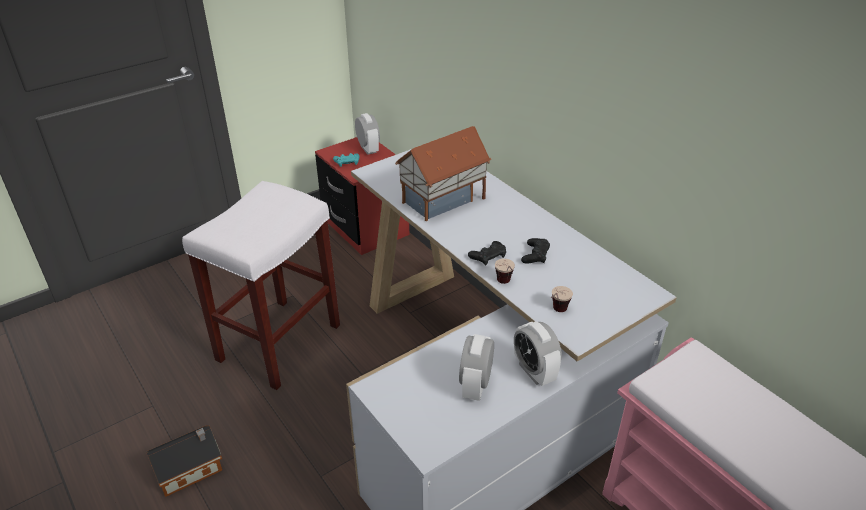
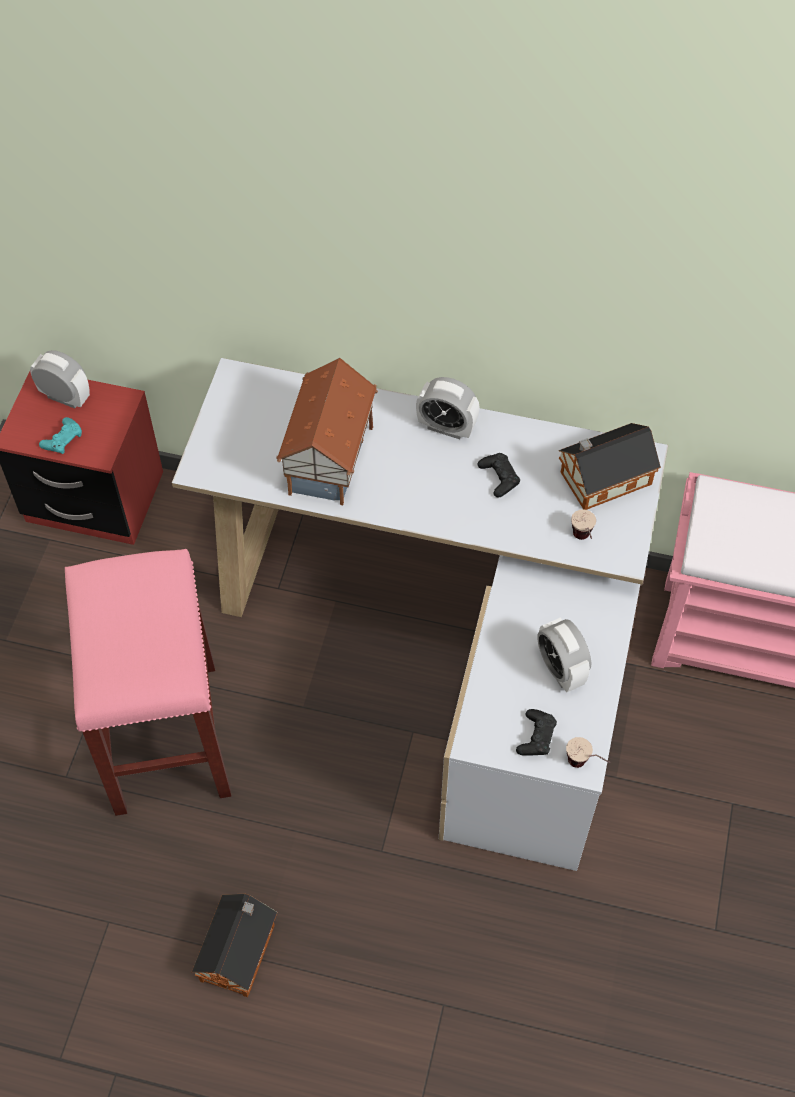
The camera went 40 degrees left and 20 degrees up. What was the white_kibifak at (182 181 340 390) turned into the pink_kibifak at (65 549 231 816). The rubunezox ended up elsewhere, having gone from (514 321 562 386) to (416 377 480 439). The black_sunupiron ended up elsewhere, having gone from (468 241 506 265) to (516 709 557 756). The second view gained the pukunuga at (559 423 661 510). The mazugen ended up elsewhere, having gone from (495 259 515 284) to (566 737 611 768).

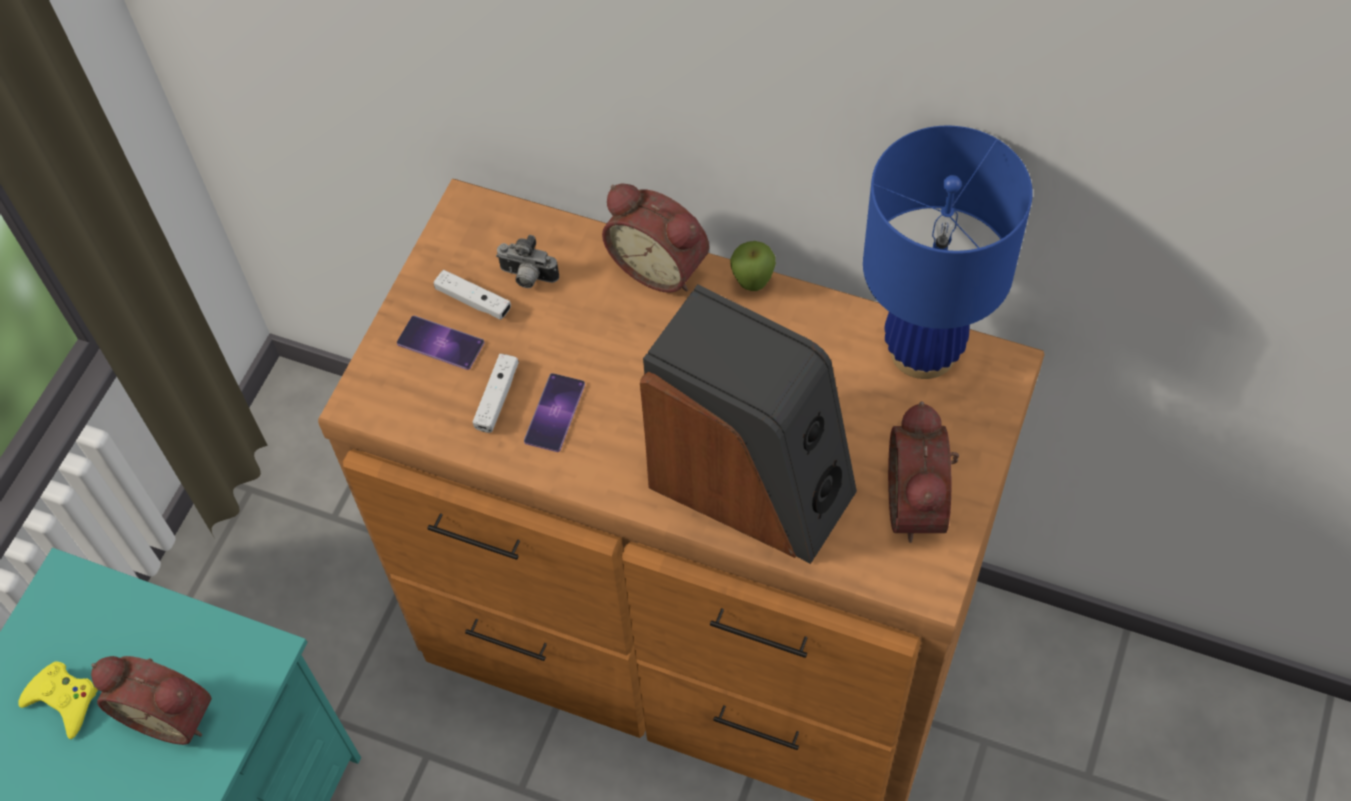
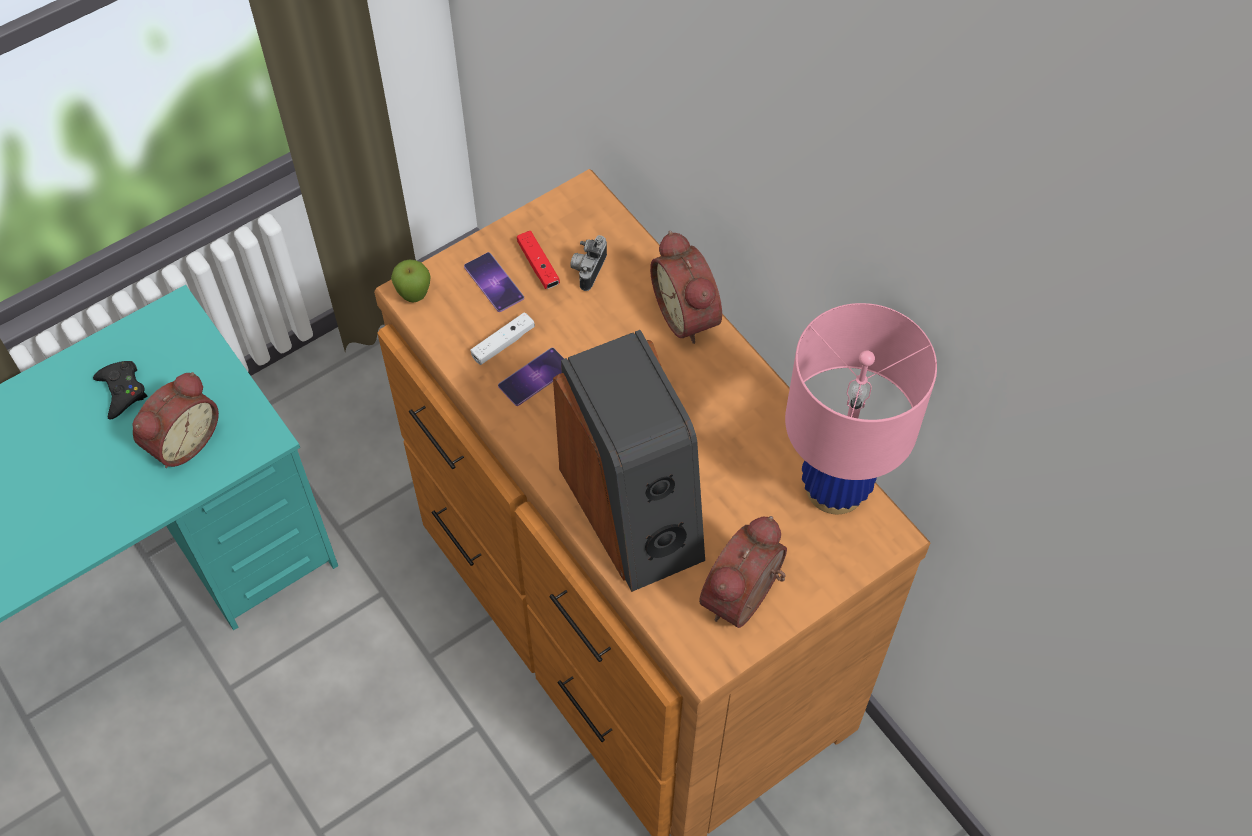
The camera went 30 degrees right and 0 degrees up. What was the yellow_sunupiron at (19 662 98 739) turned into the black_sunupiron at (93 361 147 420). The rubunezox at (91 656 212 745) ended up facing another way, 105 degrees counterclockwise from before. The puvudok ended up elsewhere, having gone from (730 241 776 291) to (391 260 431 303). What was the white_sunupiron at (434 270 511 320) turned into the red_sunupiron at (517 231 560 289). The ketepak at (496 235 559 288) ended up facing another way, 60 degrees clockwise from before. What was the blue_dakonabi at (863 126 1033 379) turned into the pink_dakonabi at (785 303 937 514).

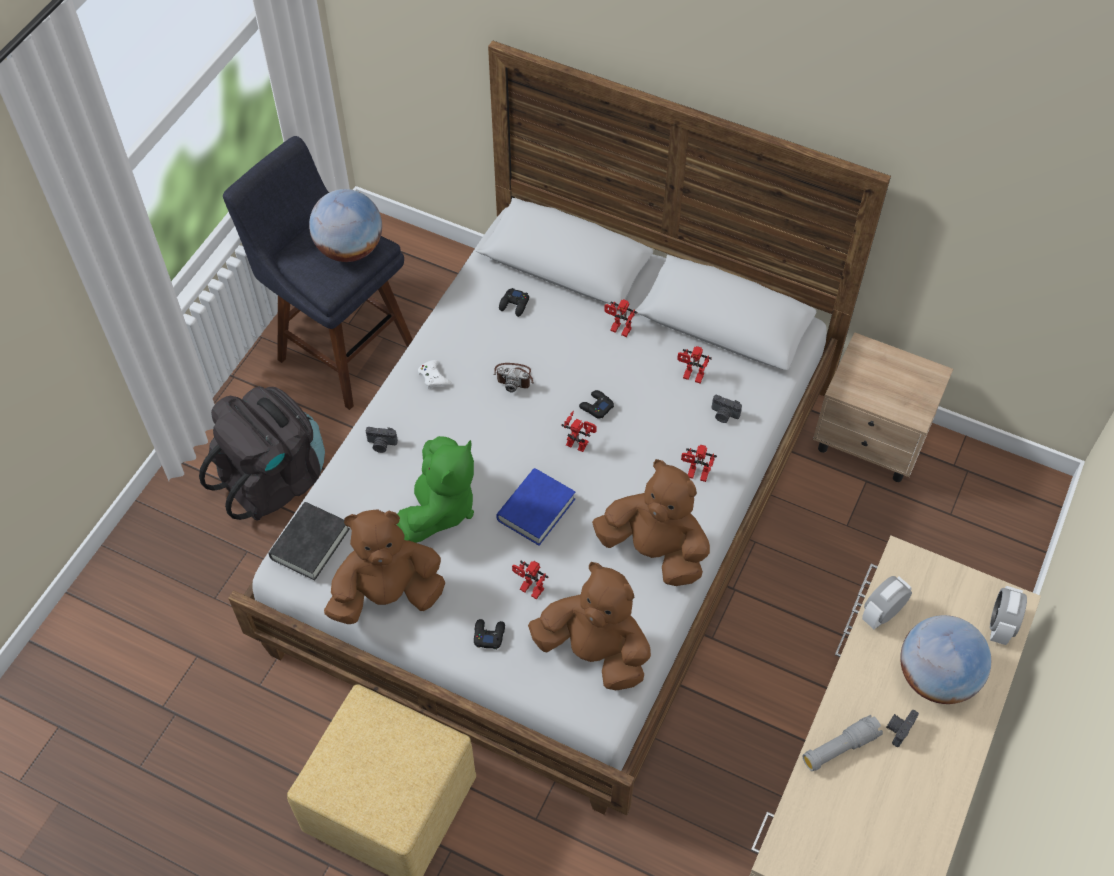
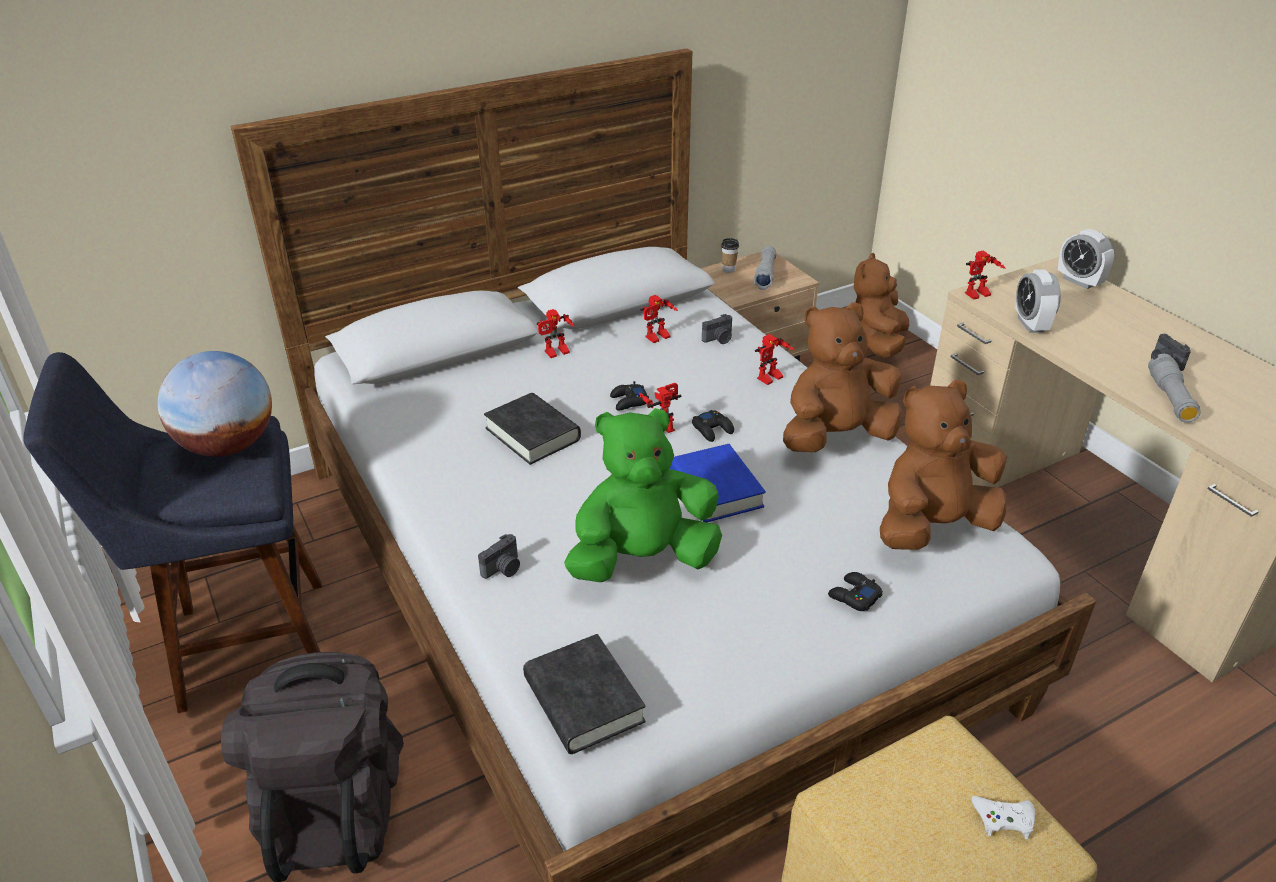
The camera went 55 degrees left and 20 degrees down. Where the ketepak stood at (494 363 534 392), the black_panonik came to stand at (484 393 581 465). The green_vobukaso at (397 436 474 543) ended up facing another way, 75 degrees counterclockwise from before. The black_sunupiron ended up elsewhere, having gone from (499 288 529 317) to (692 410 734 442). The second view gained the mazugen at (721 238 739 273). The second view gained the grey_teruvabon at (754 246 776 290). The brown_vobukaso ended up elsewhere, having gone from (324 509 445 624) to (854 253 910 358). The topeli ended up elsewhere, having gone from (512 561 549 600) to (965 251 1006 300). The white_sunupiron ended up elsewhere, having gone from (418 360 452 389) to (971 796 1035 839). The second view lost the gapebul at (900 615 991 704).

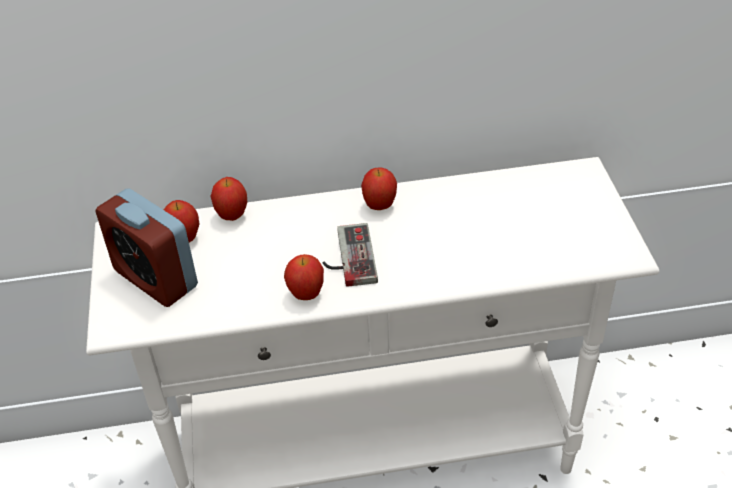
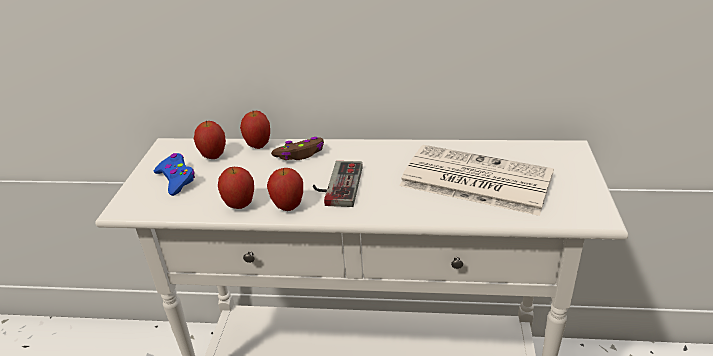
The camera went 15 degrees right and 10 degrees down. Where the rubunezox stood at (95 189 198 307), the blue_sunupiron came to stand at (154 153 195 196). The puvudok ended up elsewhere, having gone from (361 168 397 210) to (218 167 254 209). The second view gained the brown_sunupiron at (271 137 324 160). The second view gained the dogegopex at (399 145 554 216).

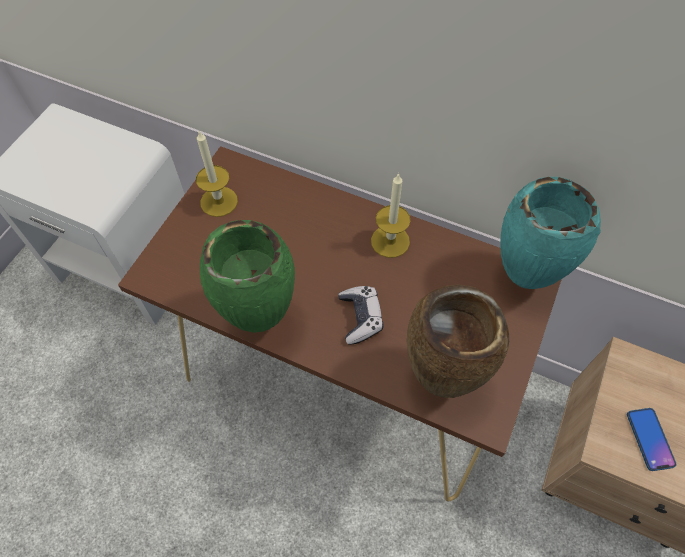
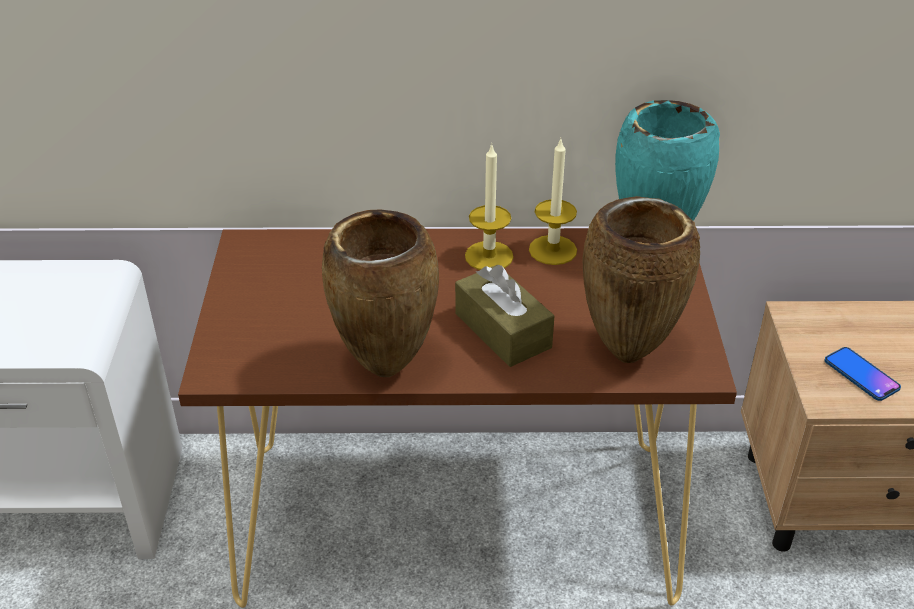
The camera went 25 degrees left and 20 degrees down. What was the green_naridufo at (200 220 295 333) turned into the brown_naridufo at (322 209 439 377). Where the sunupiron stood at (338 286 384 345), the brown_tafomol came to stand at (455 265 555 367). The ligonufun ended up elsewhere, having gone from (196 131 238 217) to (529 139 577 265).

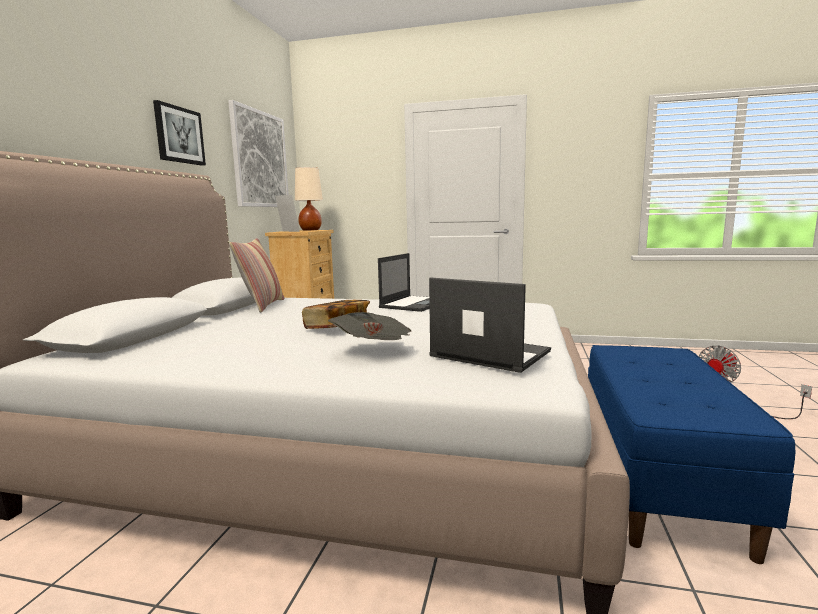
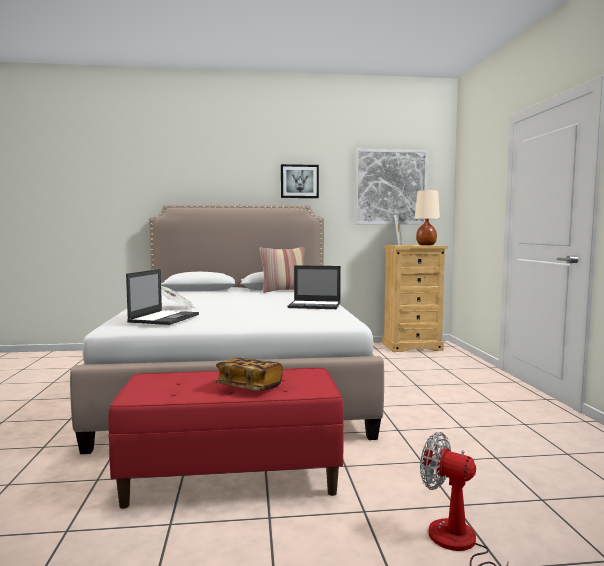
The camera went 70 degrees right and 5 degrees down. What was the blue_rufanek at (588 345 795 564) turned into the red_rufanek at (108 368 344 509). The panonik ended up elsewhere, having gone from (302 300 370 329) to (215 358 283 391).

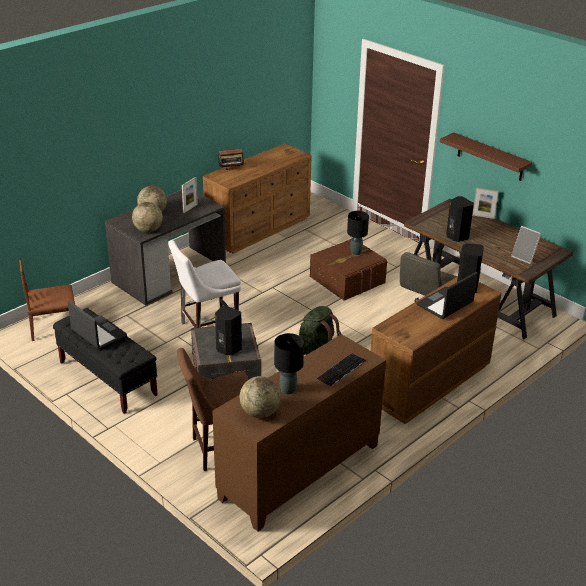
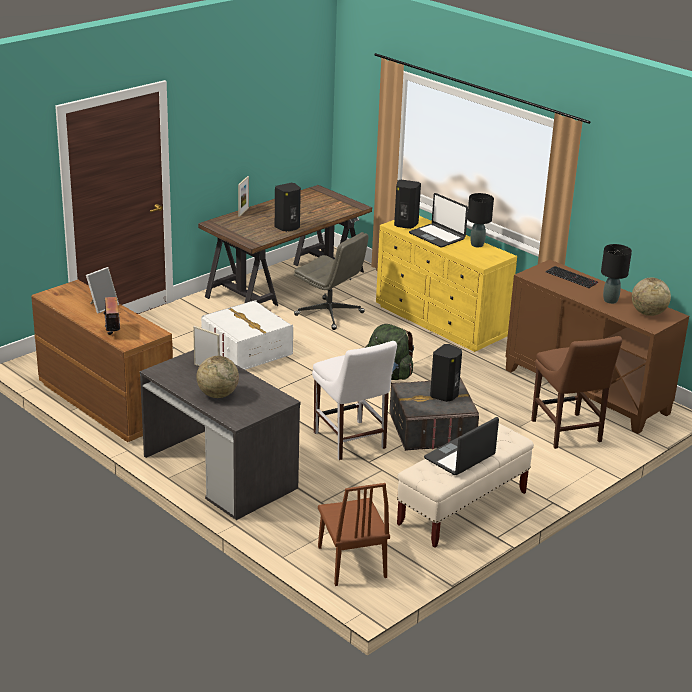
The camera went 90 degrees left and 5 degrees down. The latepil ended up elsewhere, having gone from (511 226 542 264) to (86 267 119 313). What was the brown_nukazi at (310 238 387 301) turned into the white_nukazi at (201 300 293 370). What was the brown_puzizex at (371 276 501 424) turned into the yellow_puzizex at (376 216 517 352). What was the black_rufanek at (53 308 158 414) turned into the beige_rufanek at (397 424 534 548). The black_dakonabi ended up elsewhere, having gone from (347 211 369 256) to (467 193 494 247). The second view lost the gapebul at (132 202 163 232). The second view lost the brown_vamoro at (440 132 532 181).

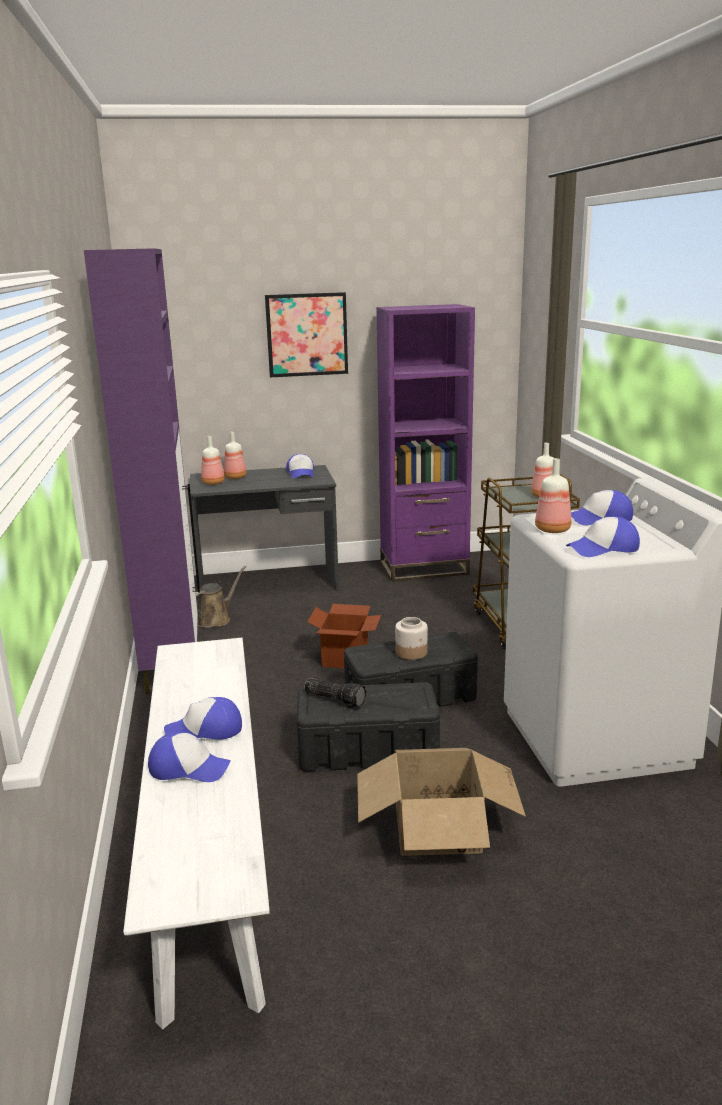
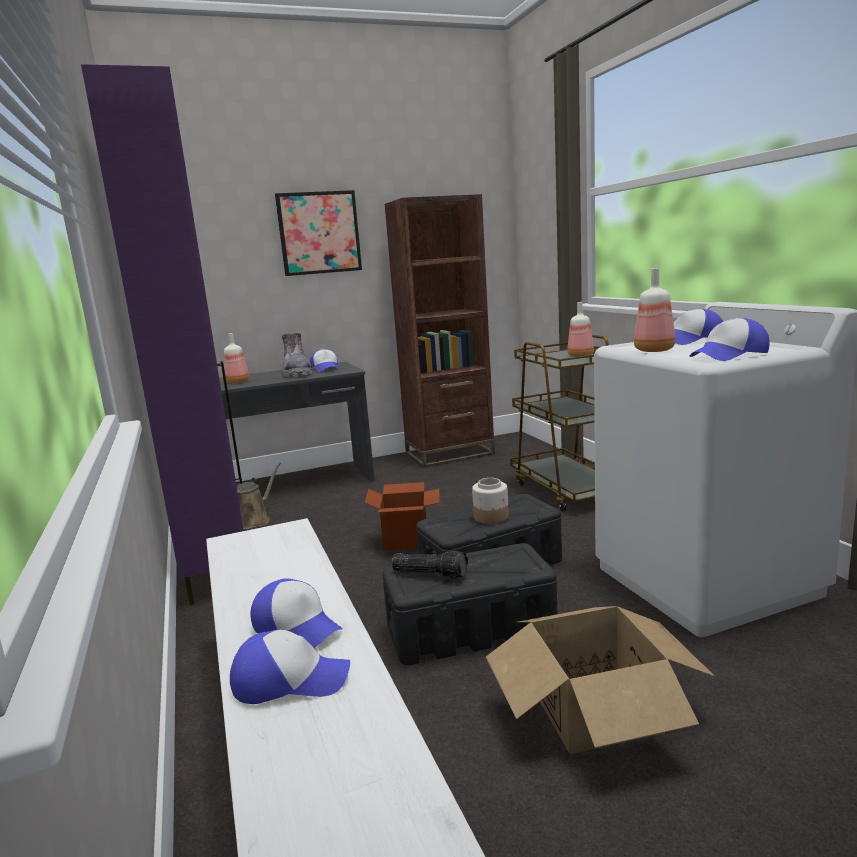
The camera went 10 degrees left and 5 degrees down. The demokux at (164 697 242 740) ended up facing another way, 120 degrees counterclockwise from before. The second view gained the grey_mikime at (282 333 312 377). What was the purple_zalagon at (376 304 475 582) turned into the brown_zalagon at (385 194 495 468). The second view lost the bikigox at (224 431 247 479).

